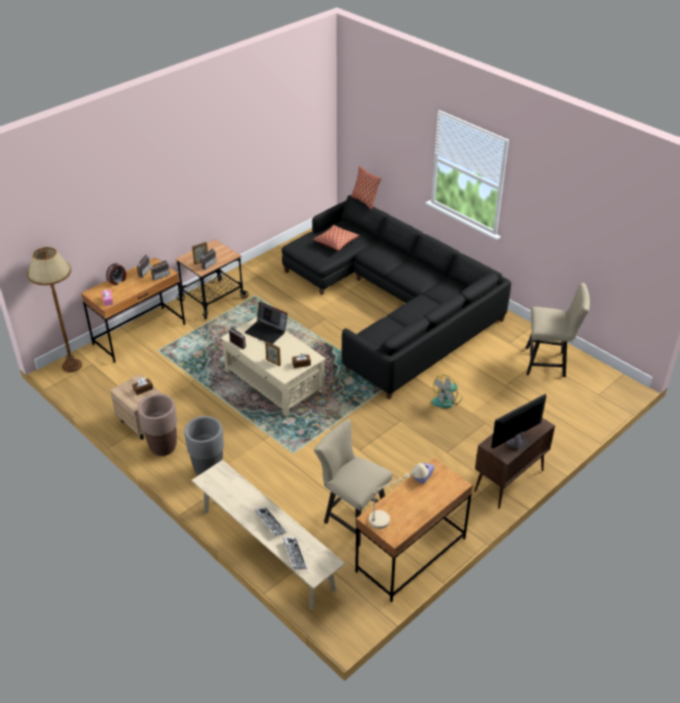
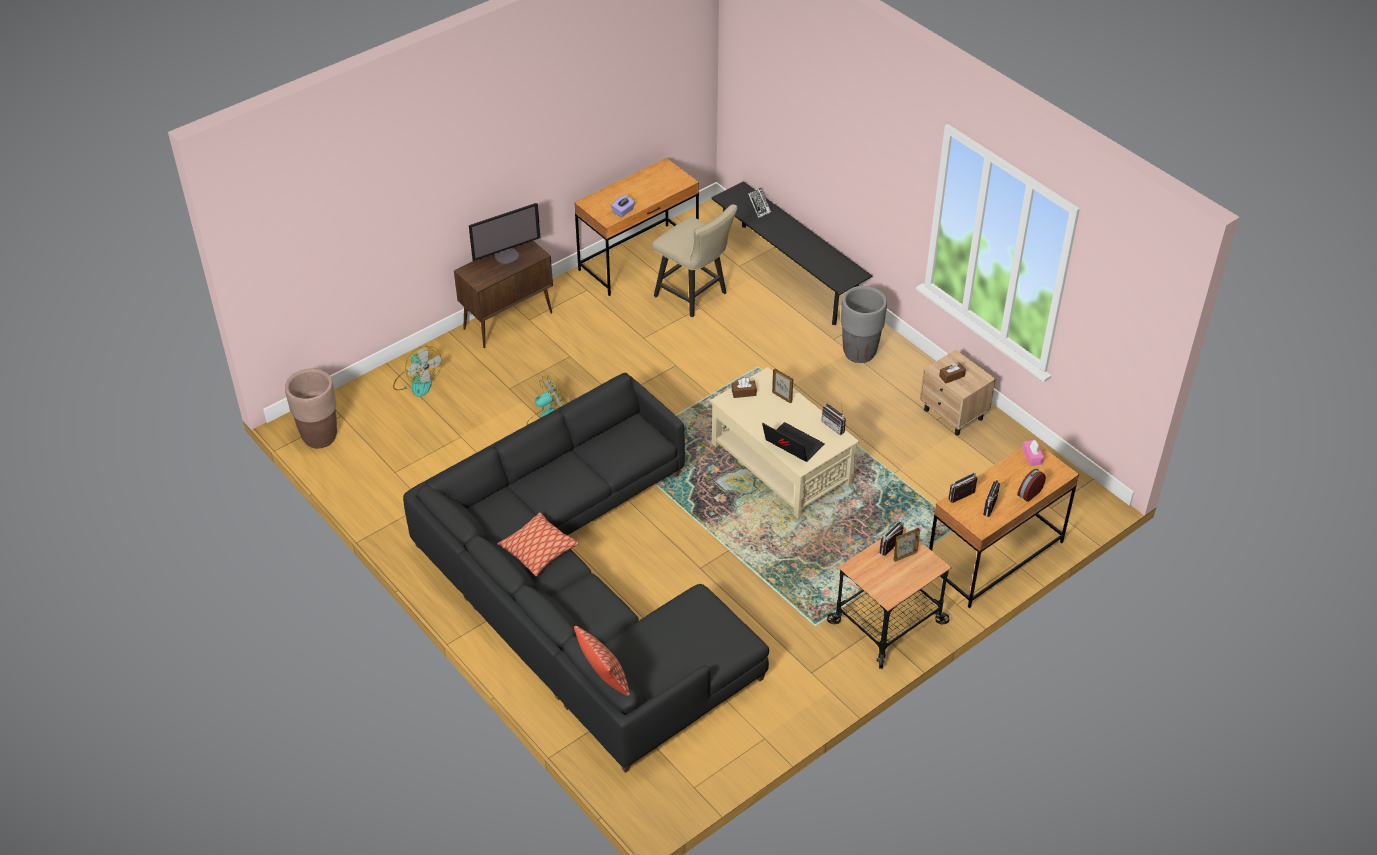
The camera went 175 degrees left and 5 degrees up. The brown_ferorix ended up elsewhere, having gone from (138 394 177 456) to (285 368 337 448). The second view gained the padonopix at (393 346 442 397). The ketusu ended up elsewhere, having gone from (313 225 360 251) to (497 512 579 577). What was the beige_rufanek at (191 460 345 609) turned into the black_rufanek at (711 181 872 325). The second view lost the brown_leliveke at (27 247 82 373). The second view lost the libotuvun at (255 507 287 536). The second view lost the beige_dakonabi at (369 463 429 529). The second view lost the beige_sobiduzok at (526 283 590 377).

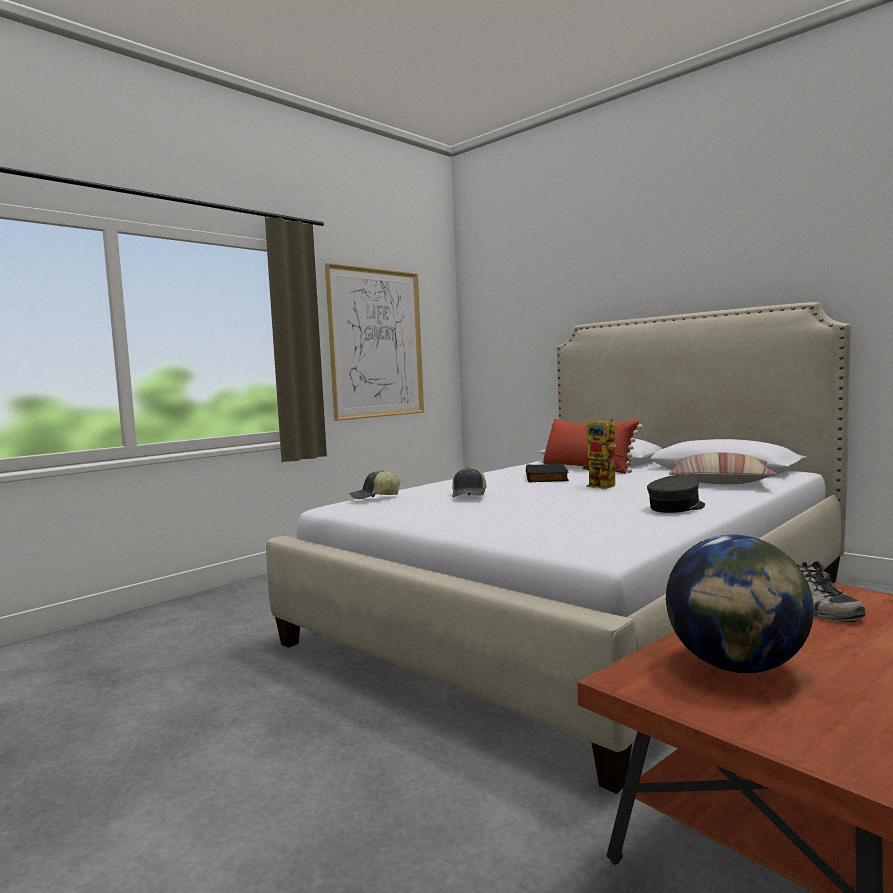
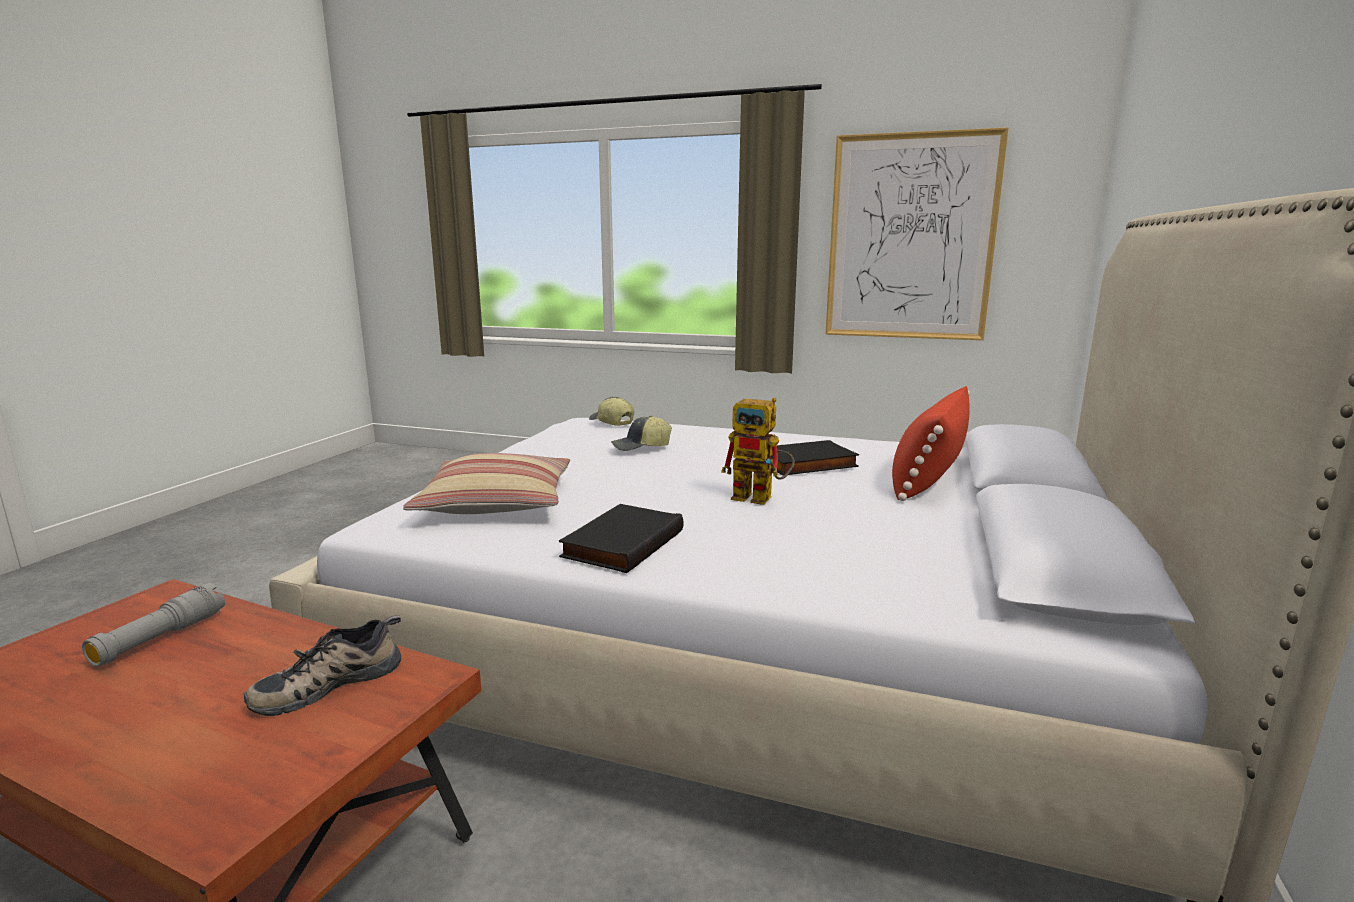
The camera went 65 degrees right and 10 degrees up. Where the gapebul stood at (666 535 814 673), the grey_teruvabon came to stand at (82 583 225 667). The ketusu ended up elsewhere, having gone from (669 452 777 484) to (403 453 570 514). Where the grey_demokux stood at (647 474 705 513), the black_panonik came to stand at (559 504 683 573). The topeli at (582 418 631 489) ended up facing another way, 90 degrees counterclockwise from before.

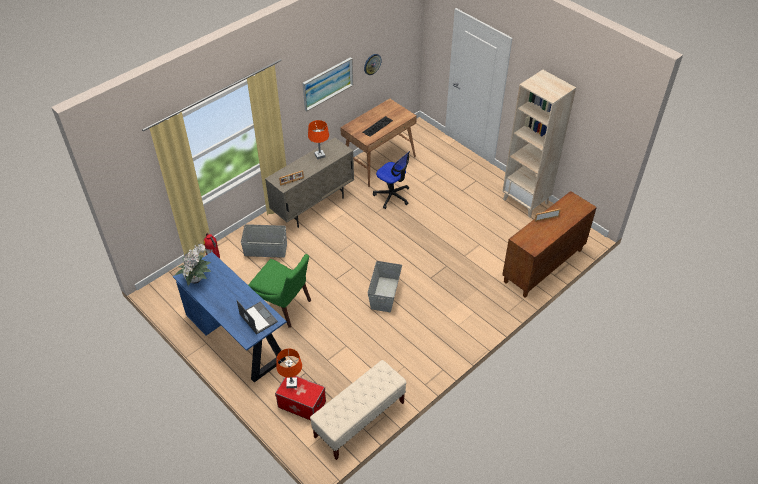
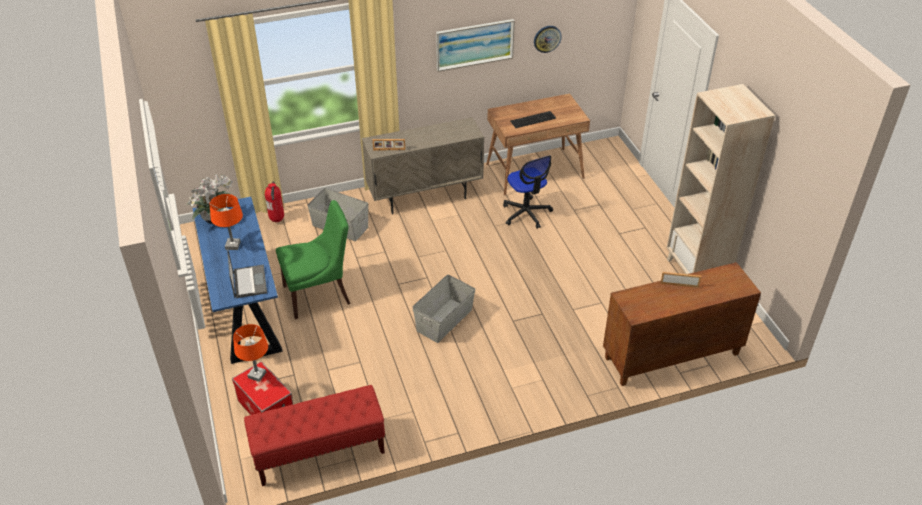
The camera went 25 degrees right and 5 degrees down. The orange_dakonabi ended up elsewhere, having gone from (308 120 329 159) to (210 194 243 250). What was the beige_rufanek at (310 360 406 460) turned into the red_rufanek at (244 385 386 486). The green_sobiduzok at (248 254 311 328) ended up facing another way, 75 degrees counterclockwise from before.

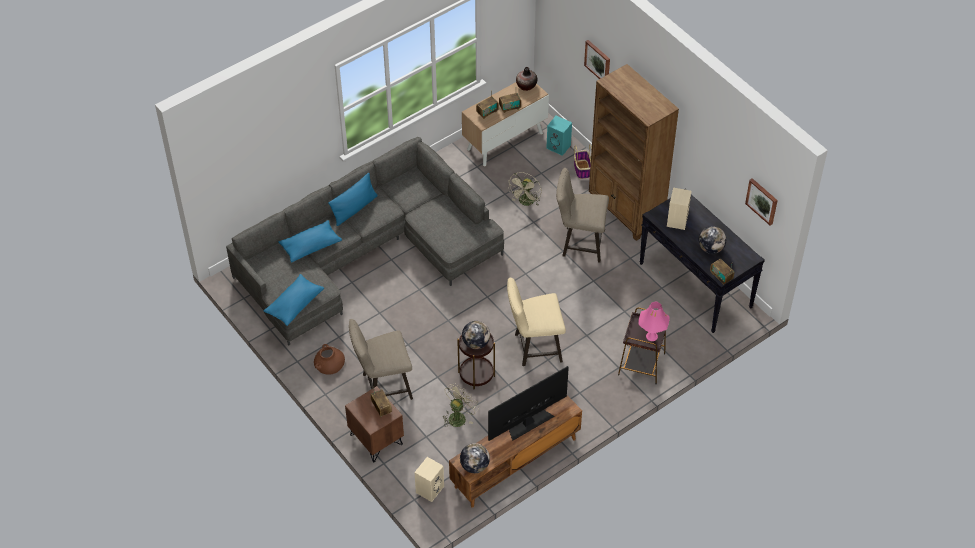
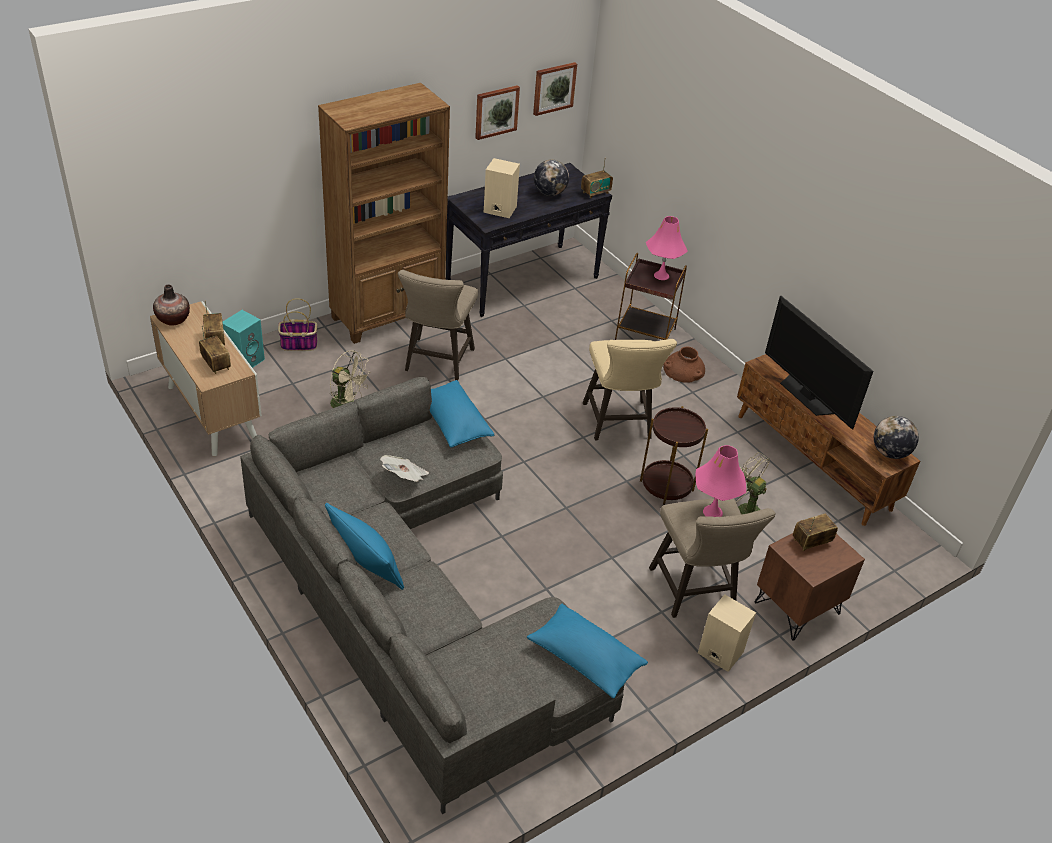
The camera went 90 degrees left and 10 degrees down. The second view gained the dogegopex at (380 455 429 482). The blue_ketusu ended up elsewhere, having gone from (278 220 342 263) to (430 380 495 448). The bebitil ended up elsewhere, having gone from (584 40 610 79) to (475 85 520 140). The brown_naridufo ended up elsewhere, having gone from (314 344 345 375) to (663 347 705 383). The second view gained the pink_dakonabi at (696 445 746 517). The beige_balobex ended up elsewhere, having gone from (414 457 444 502) to (698 594 756 672). The second view lost the gapebul at (462 321 490 349).

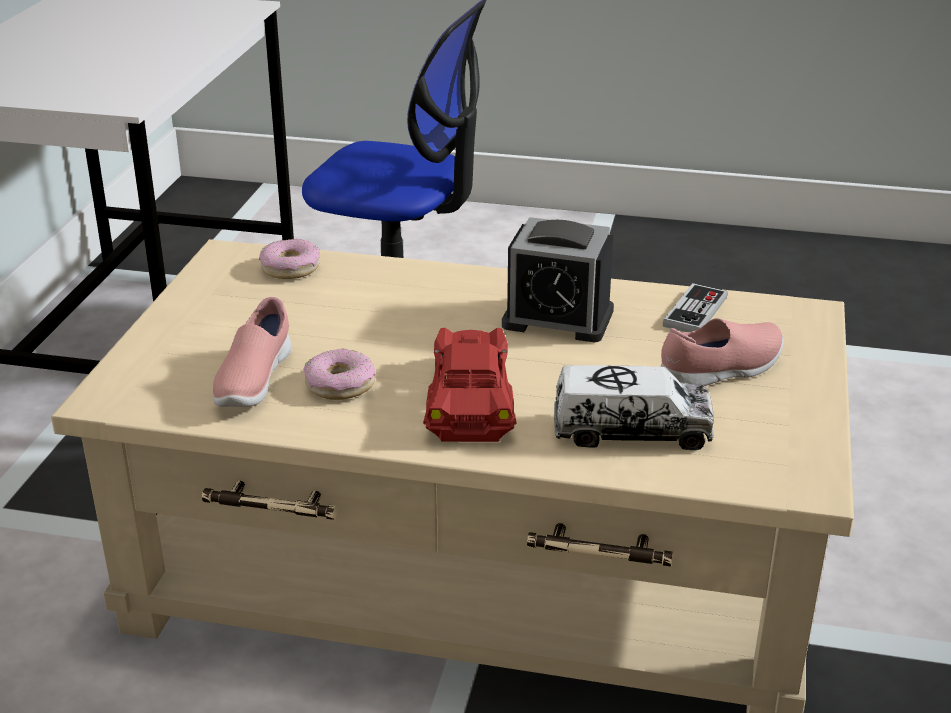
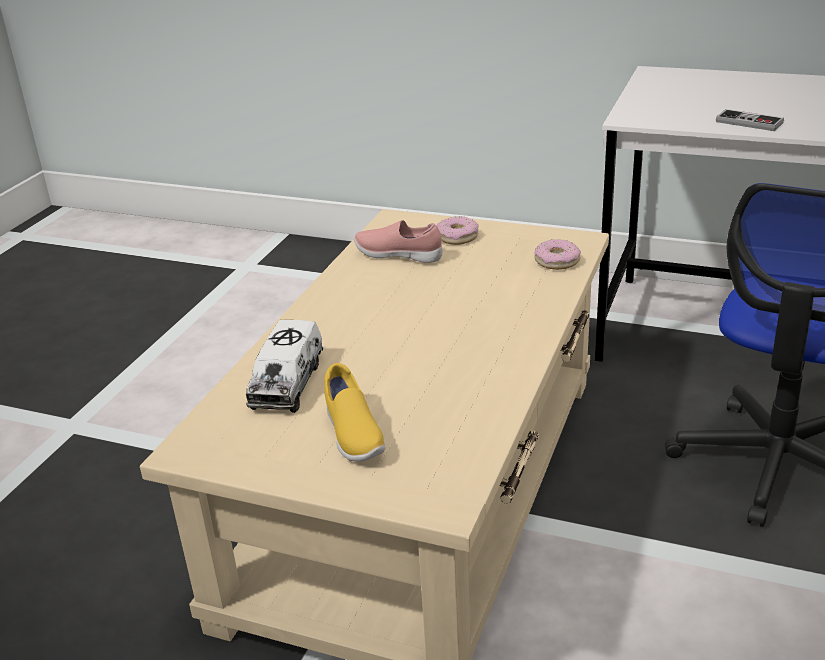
The camera went 100 degrees right and 0 degrees up. What was the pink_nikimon at (660 318 784 386) turned into the yellow_nikimon at (324 363 385 462). The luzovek ended up elsewhere, having gone from (303 349 375 400) to (437 216 479 245). The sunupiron ended up elsewhere, having gone from (663 283 728 332) to (716 109 784 131). The second view lost the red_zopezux at (423 328 516 442). The second view lost the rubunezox at (502 217 614 343).

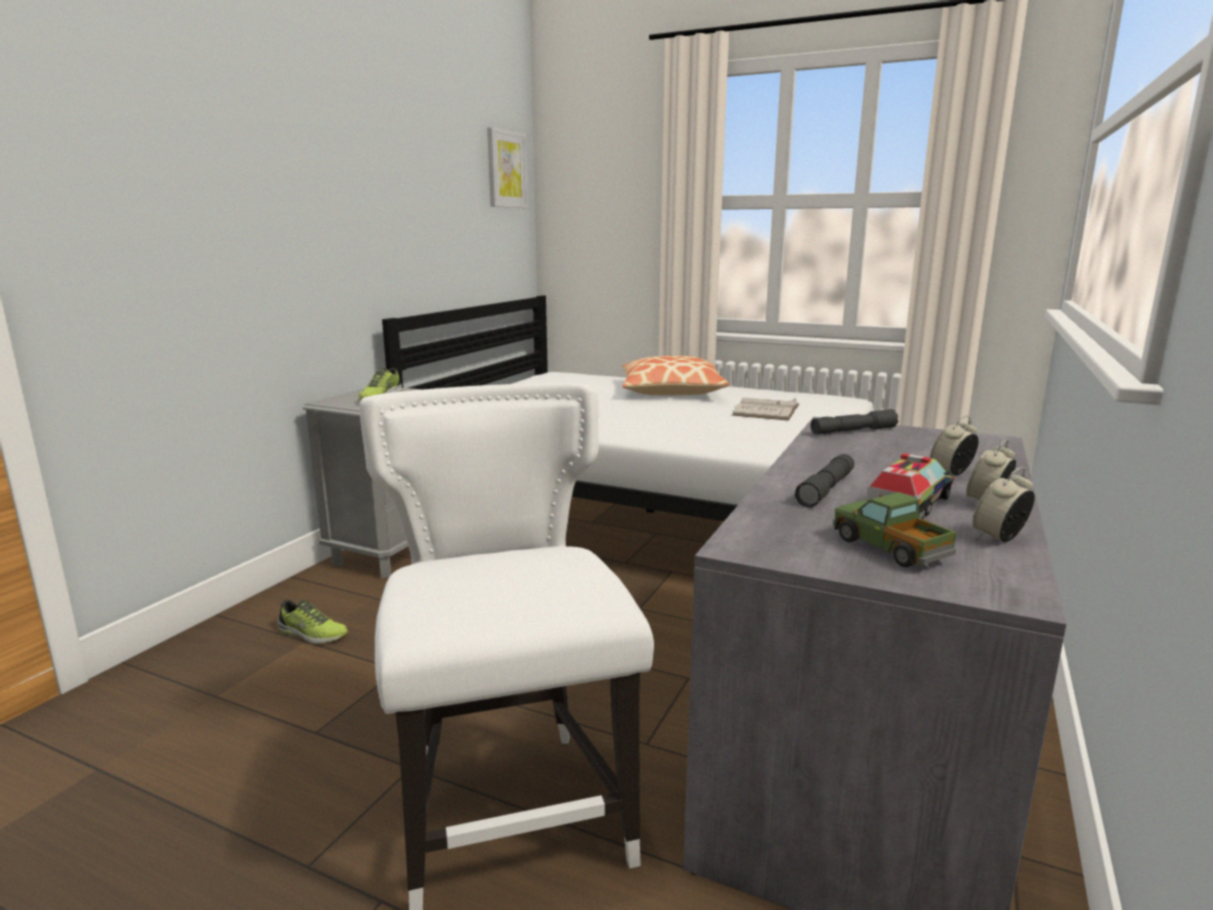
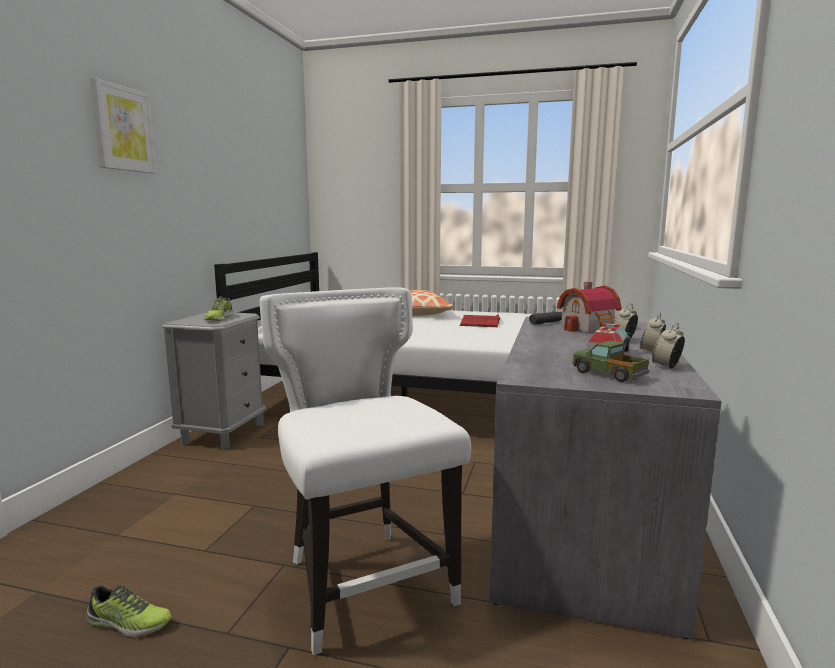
The camera went 10 degrees left and 5 degrees down. The nikimon ended up elsewhere, having gone from (277 600 348 644) to (87 585 172 637). The bebitil ended up elsewhere, having gone from (487 127 528 208) to (90 78 157 174). What was the white_panonik at (732 398 799 421) turned into the red_panonik at (460 315 501 327). The second view gained the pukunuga at (557 282 622 333). The second view lost the grey_teruvabon at (795 454 854 507).

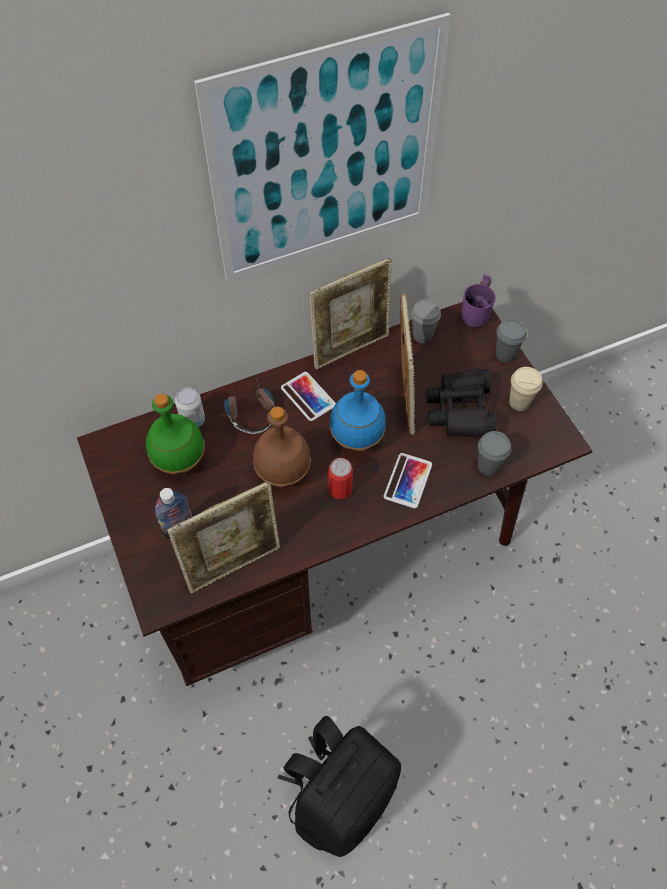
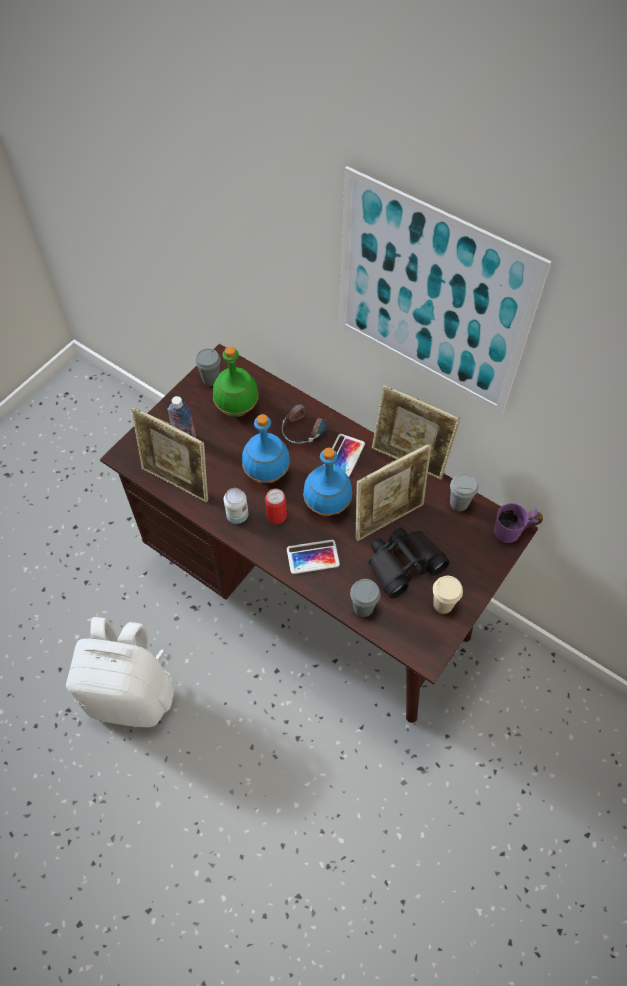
The camera went 60 degrees right and 0 degrees up. What was the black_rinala at (278 716 401 857) turned into the white_rinala at (66 617 174 727). The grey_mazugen ended up elsewhere, having gone from (496 318 527 363) to (195 348 221 386). The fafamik ended up elsewhere, having gone from (175 387 205 427) to (224 488 248 524). What was the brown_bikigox at (253 407 311 487) turned into the blue_bikigox at (242 414 290 483).

